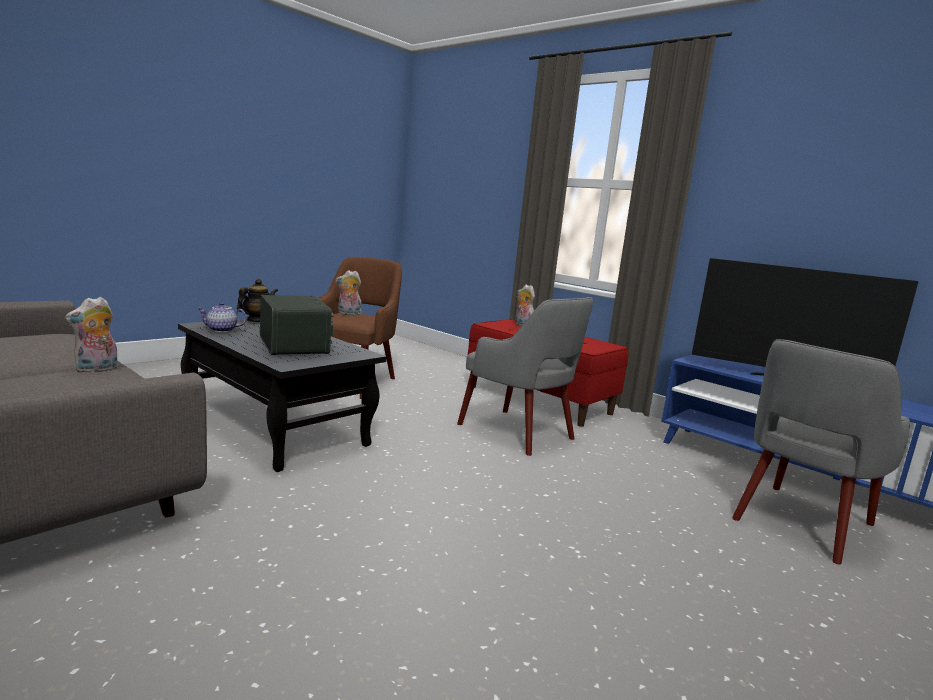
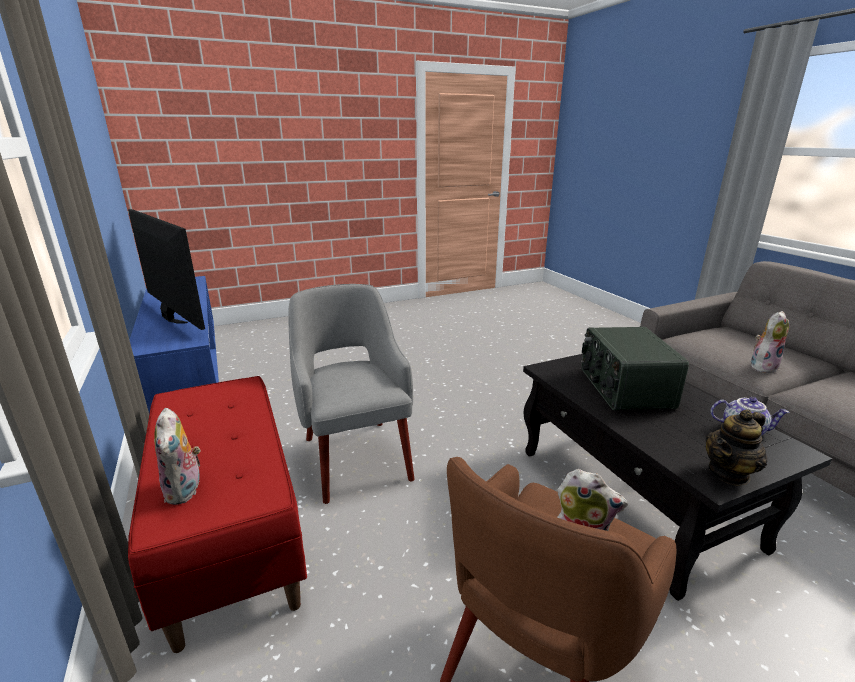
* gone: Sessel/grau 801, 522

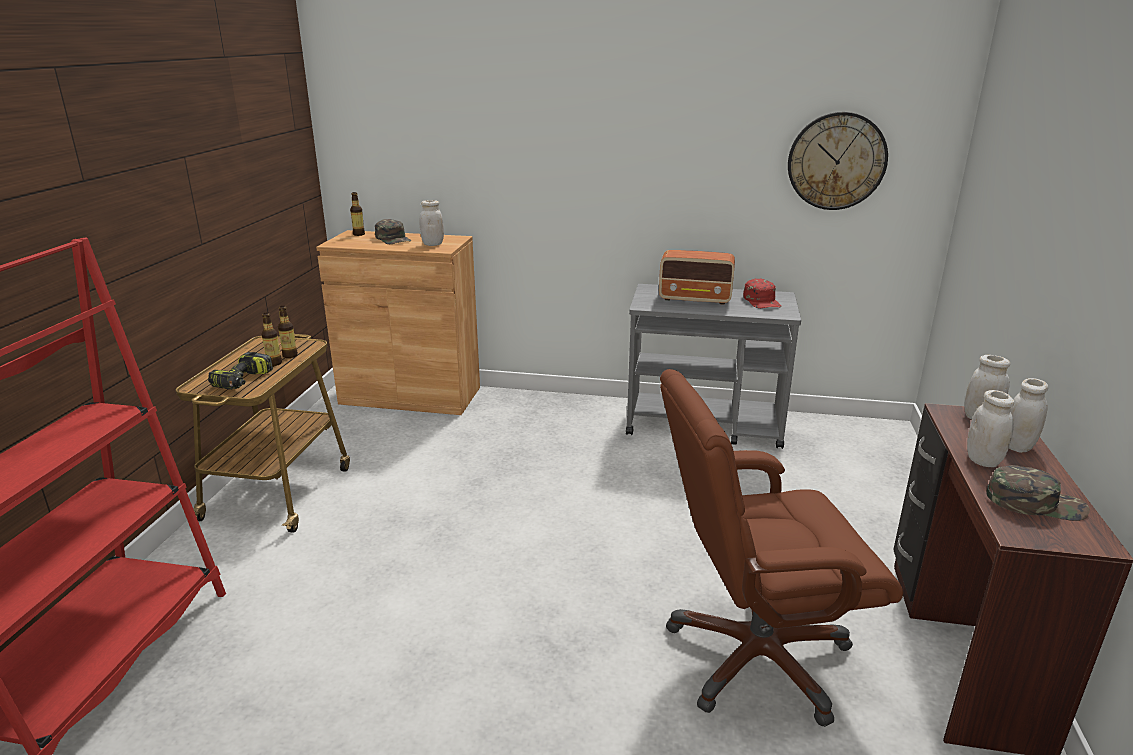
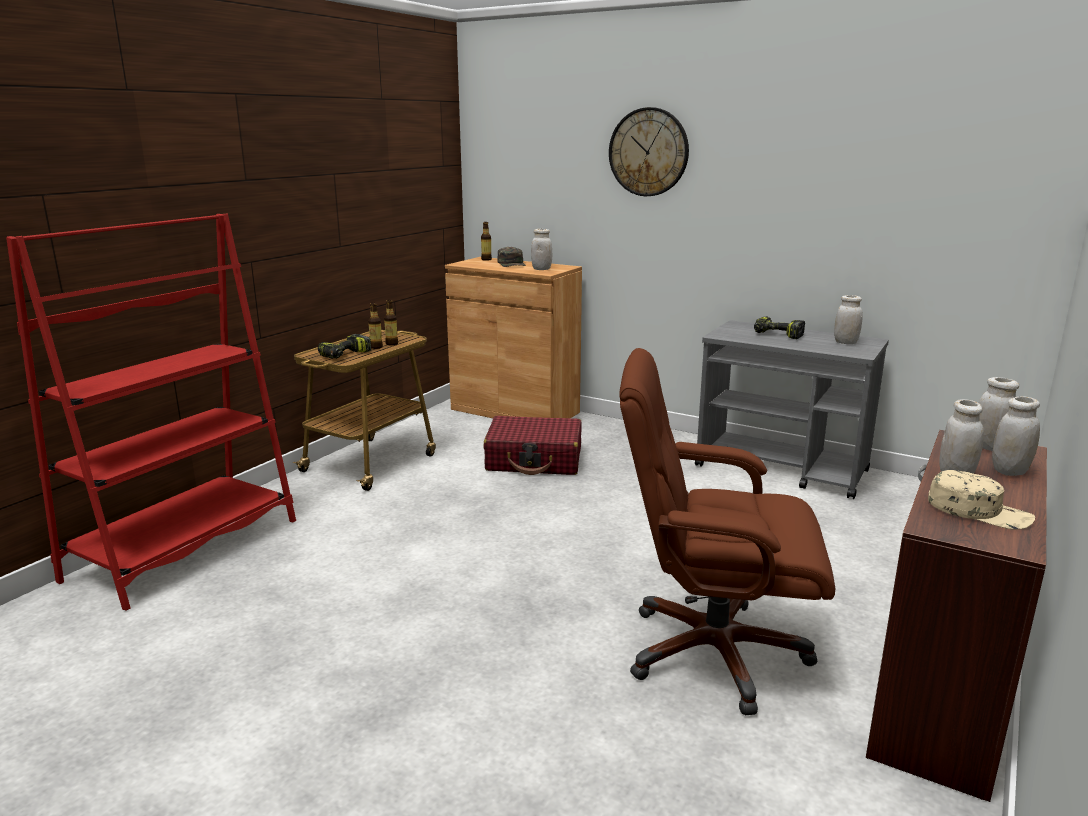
* new: Koffer/rot 534, 460
* shifted: Wanduhr 836, 161 to 648, 152
* swapped: Radio 696, 299 to Bohrmaschine 777, 335
* swapped: Kappe/rot 762, 301 to Vorratsglas/weiß 845, 342
* repainted: Kappe/grün 1035, 502 to Kappe/beige 979, 511

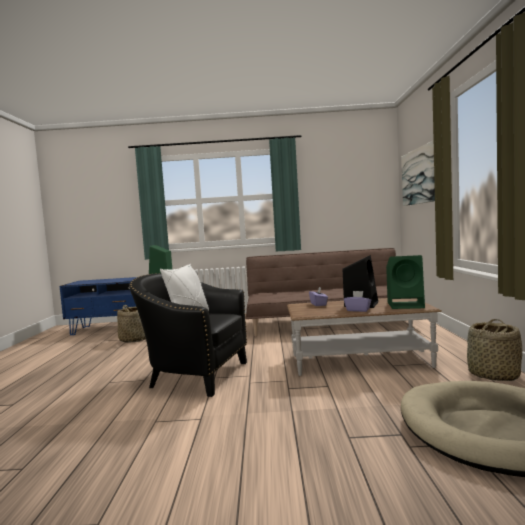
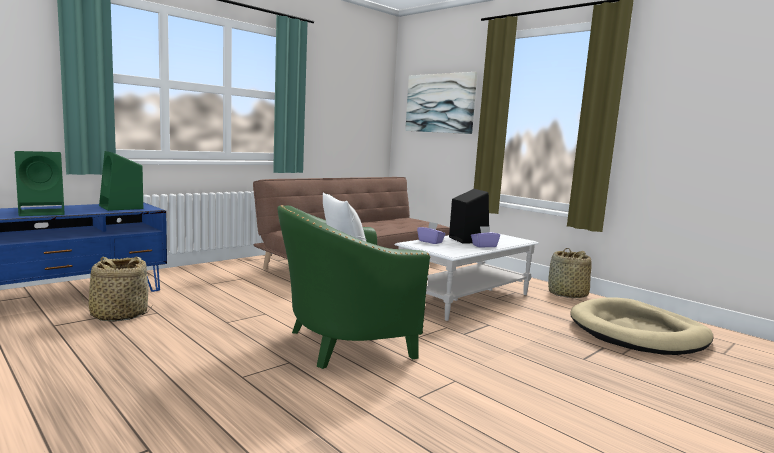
* shifted: Lautsprecher/grün 406, 305 to 43, 212
* repainted: Sessel/schwarz 193, 376 to Sessel/grün 342, 343
* repainted: Couchtisch/braun 359, 360 to Couchtisch/weiß 465, 298

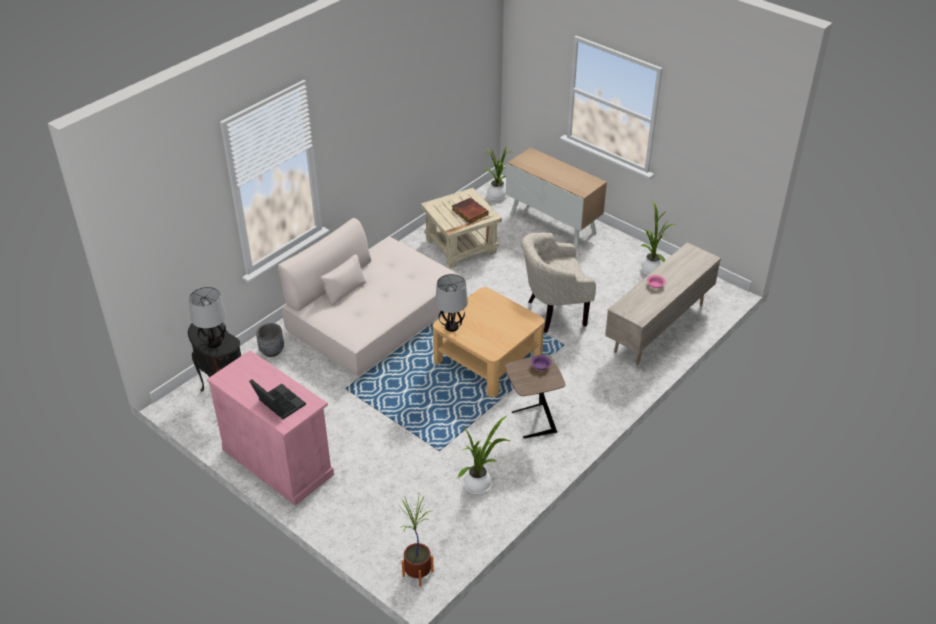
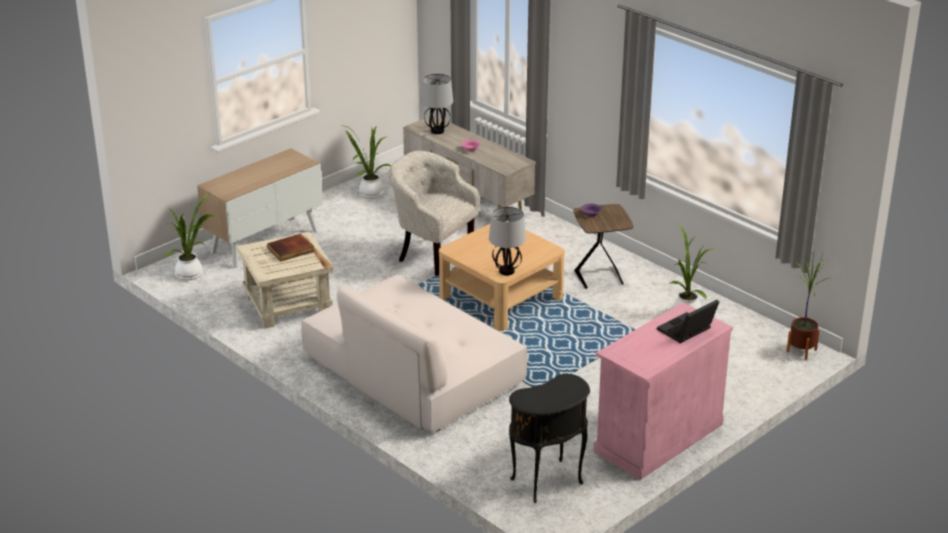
* rotated: Sessel/beige 553, 313 = 431, 254 135 degrees clockwise
* shifted: Tischlampe 214, 343 to 437, 131
* gone: Pflanzkübel/grau 272, 351

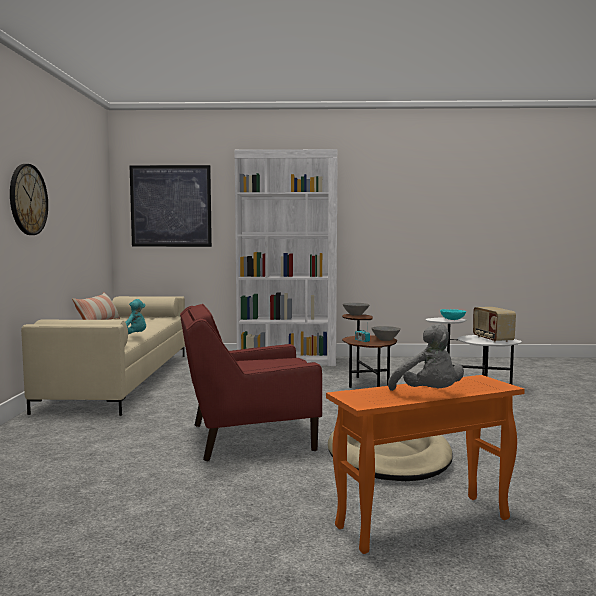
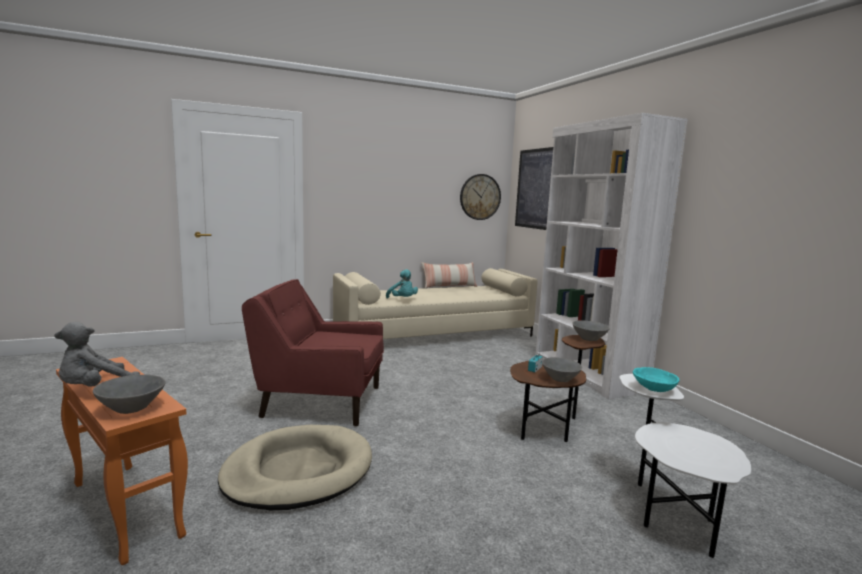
* new: Schüssel/grau 132, 409
* rotated: Sessel/rot 248, 438 = 320, 401 45 degrees counterclockwise
* shifted: Wanduhr 28, 199 to 480, 197
* gone: Radio 492, 339

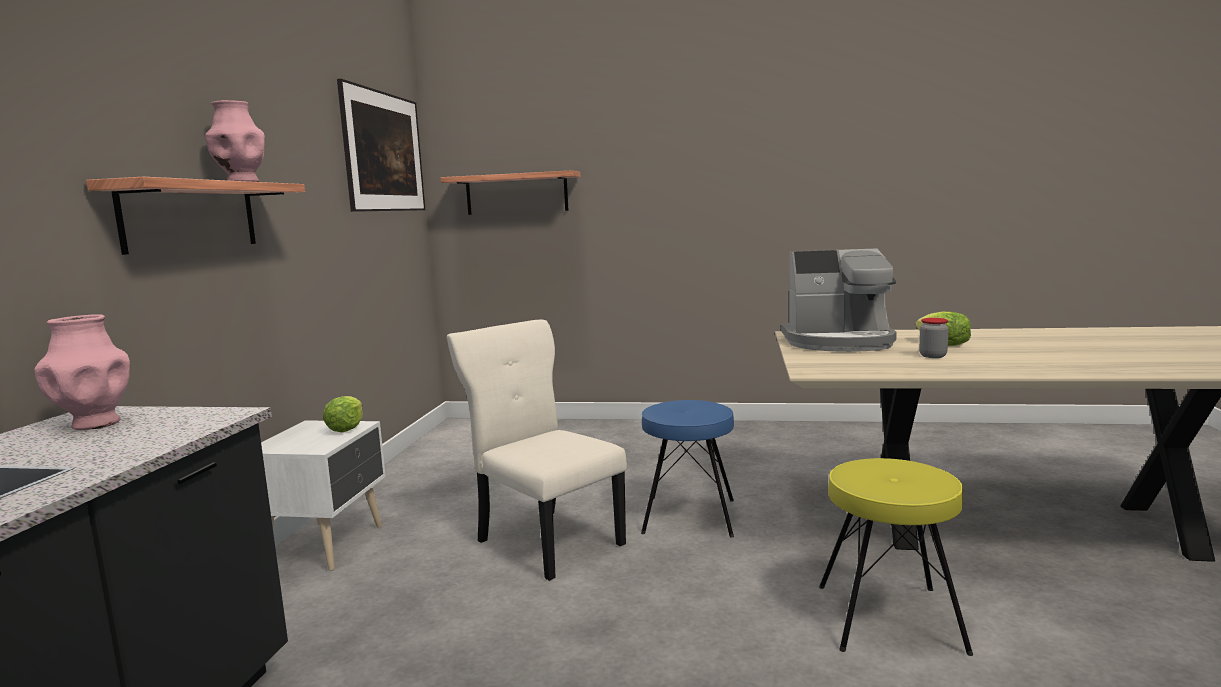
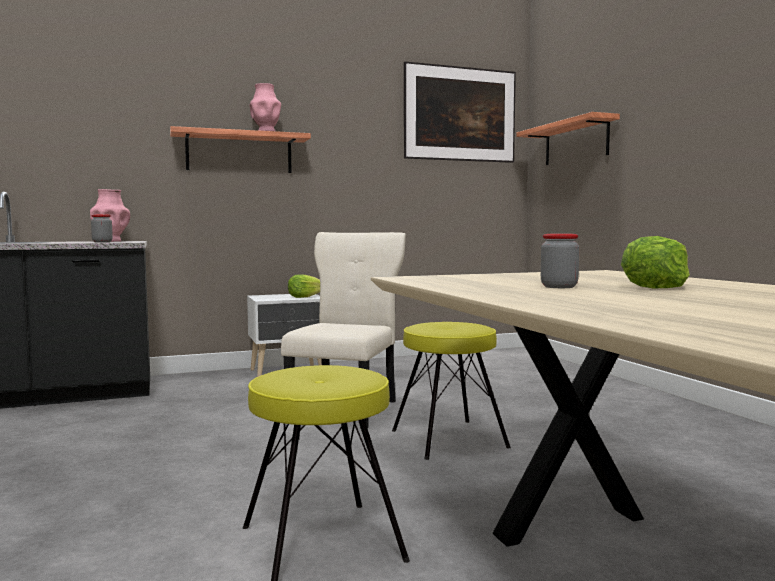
* new: Vorratsglas 102, 242
* repainted: Hocker/blau 688, 516 to Hocker/gelb 449, 438
* gone: Kaffeemaschine 839, 342

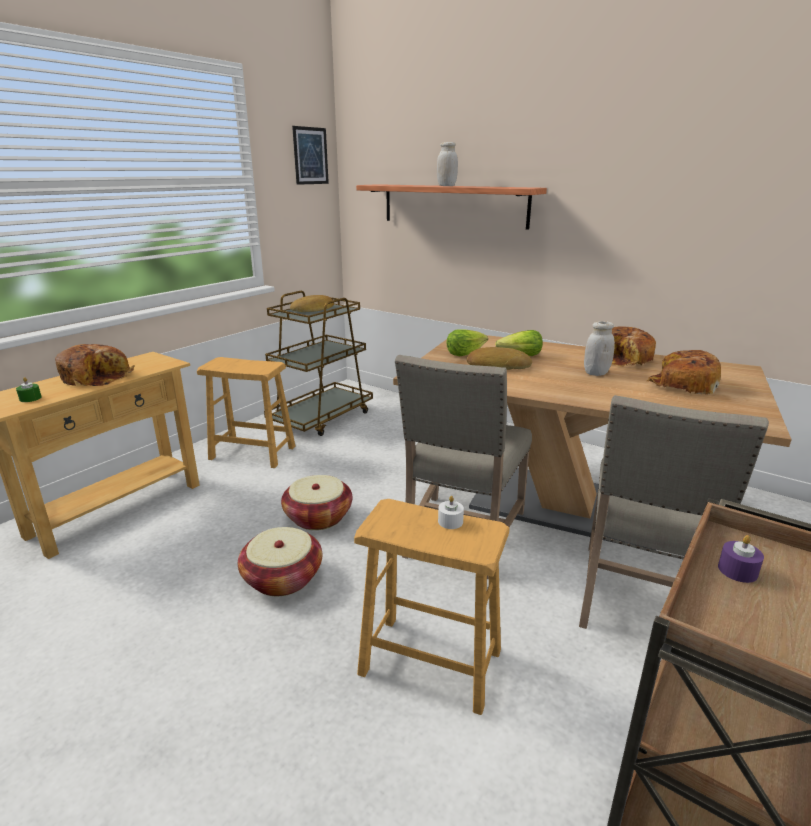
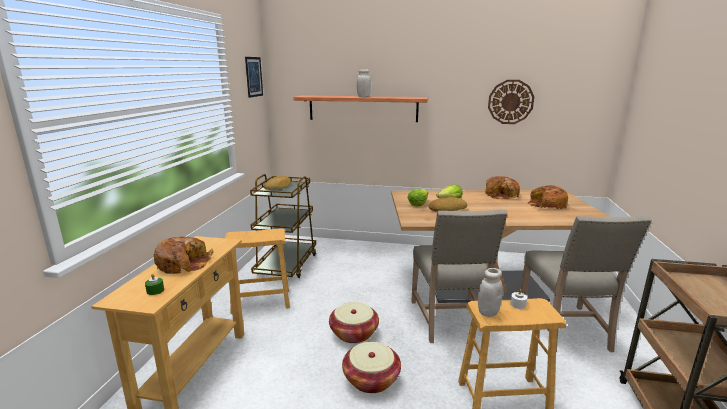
* shifted: Vorratsglas/weiß 596, 373 to 488, 312
* new: Wanduhr 510, 102
* gone: Kerze/lila 737, 570

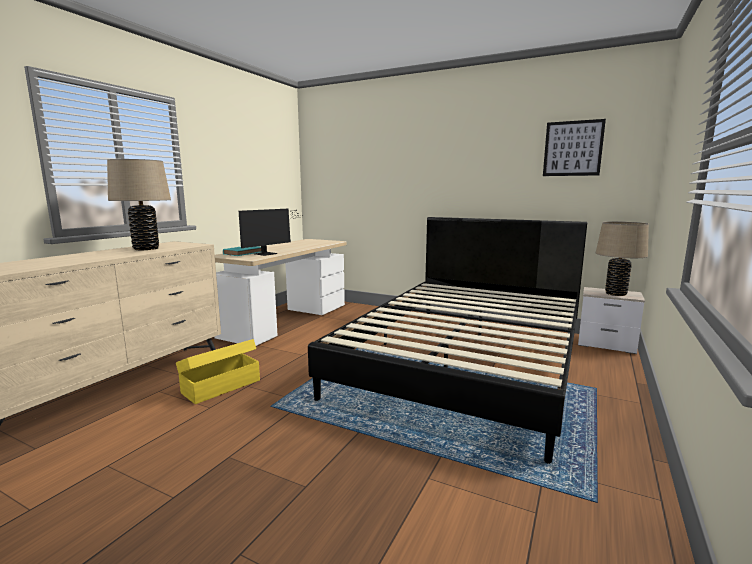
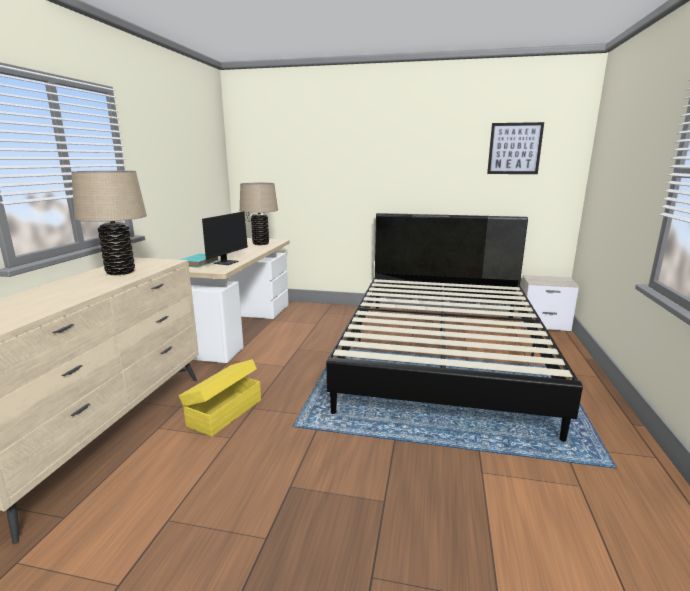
* shifted: Tischlampe/beige 615, 294 to 261, 243

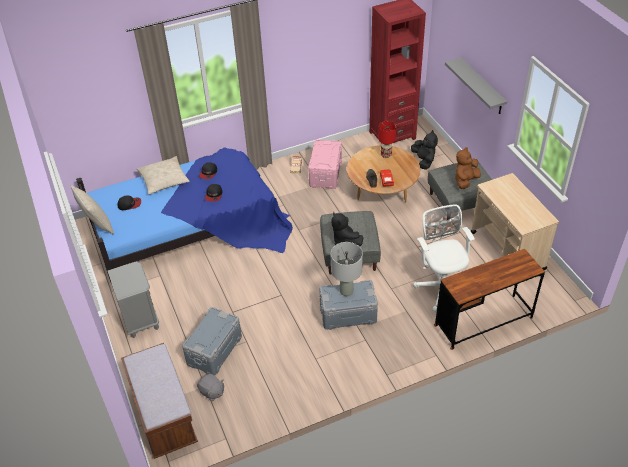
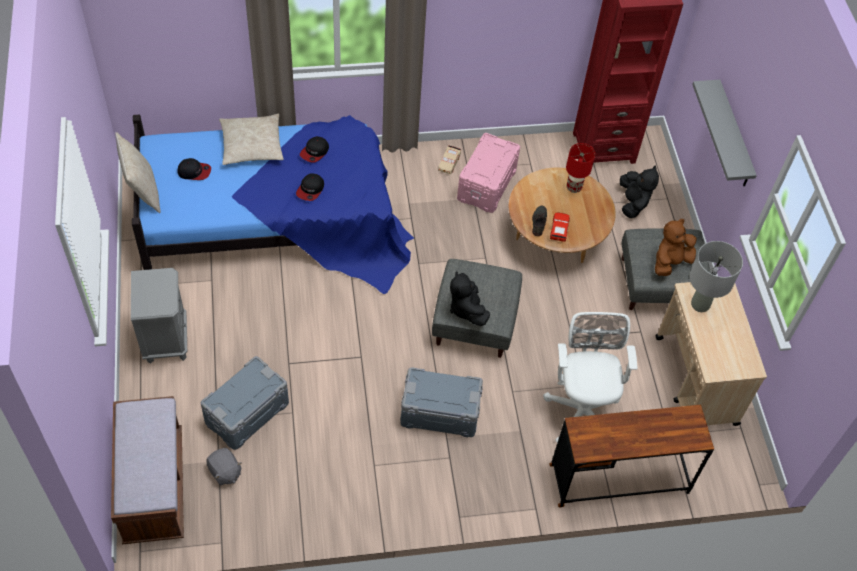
* shifted: Tischlampe/grau 346, 291 to 700, 304

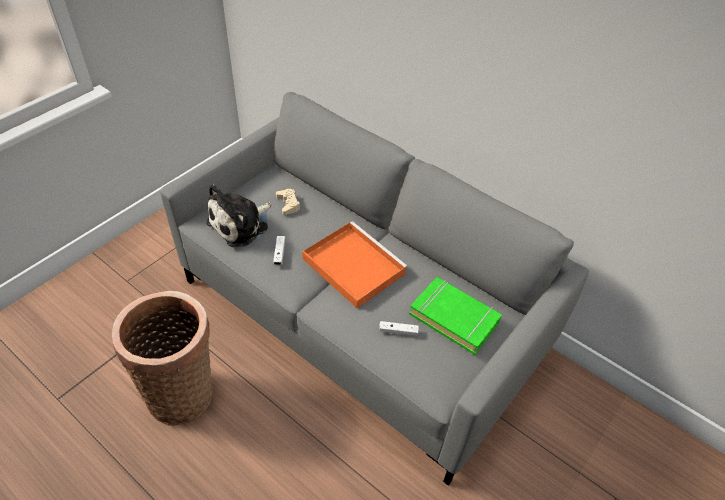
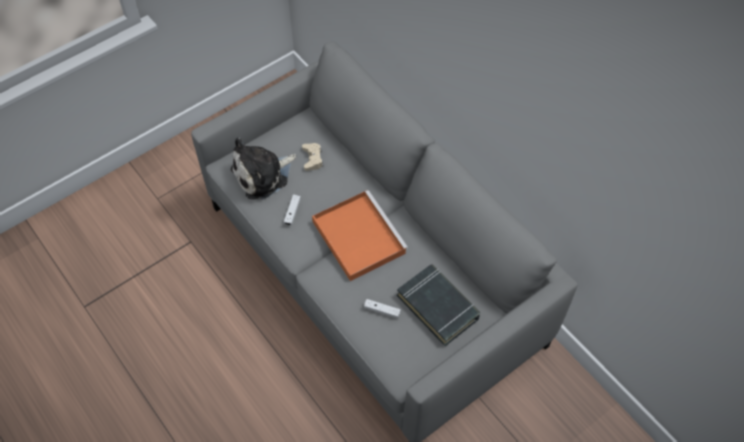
* repainted: Buch/grün 454, 318 to Buch/schwarz 438, 307
* gone: Korb 182, 391

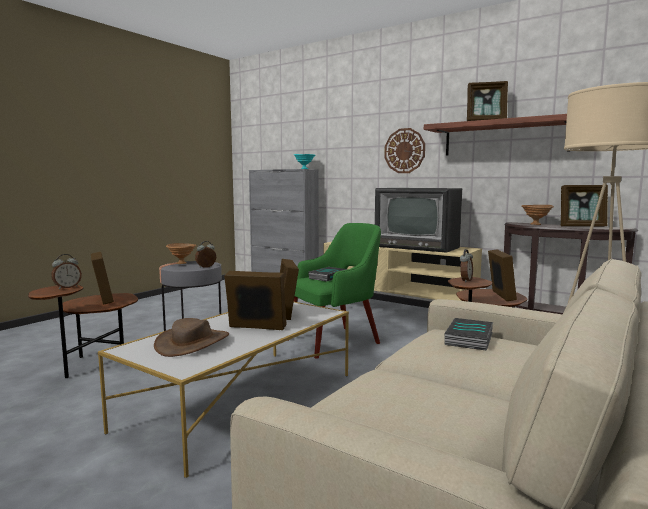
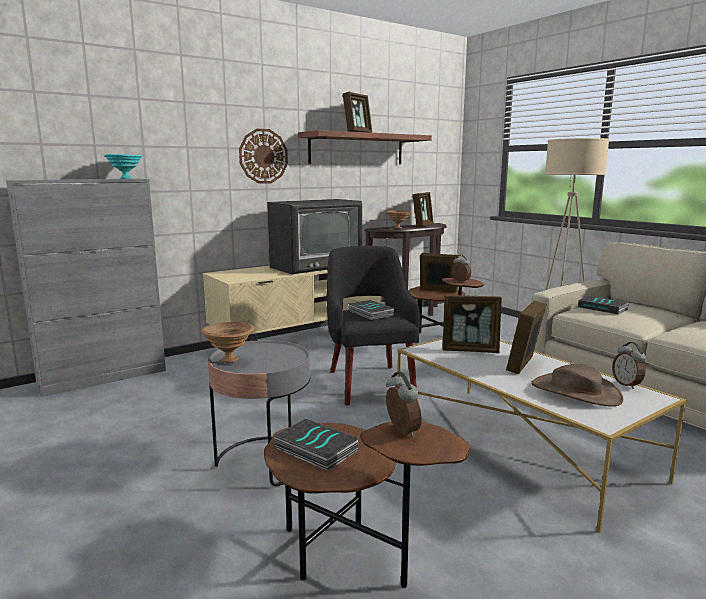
* swapped: Bilderrahmen 103, 299 to Buch 314, 449
* repainted: Sessel/grün 335, 341 to Sessel/schwarz 370, 383
* shifted: Wecker 206, 267 to 627, 384

